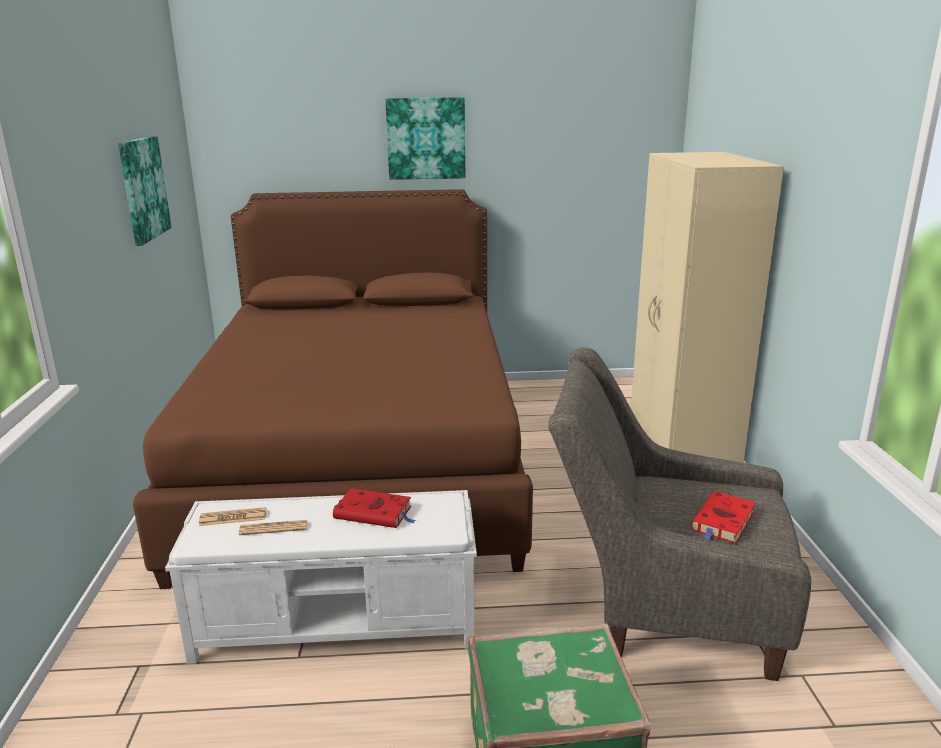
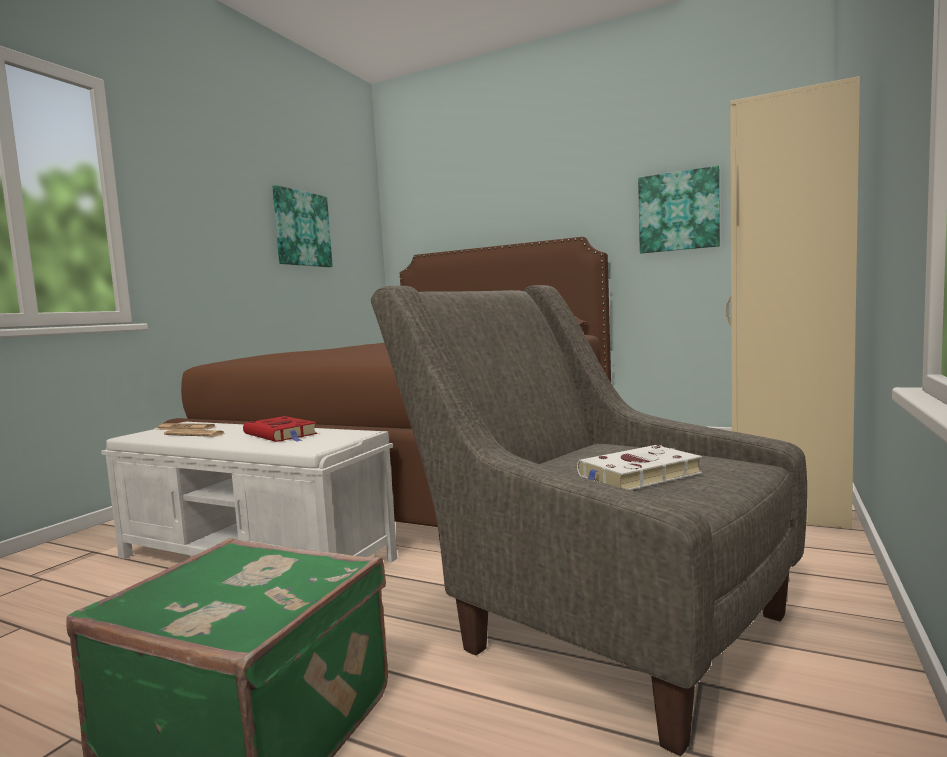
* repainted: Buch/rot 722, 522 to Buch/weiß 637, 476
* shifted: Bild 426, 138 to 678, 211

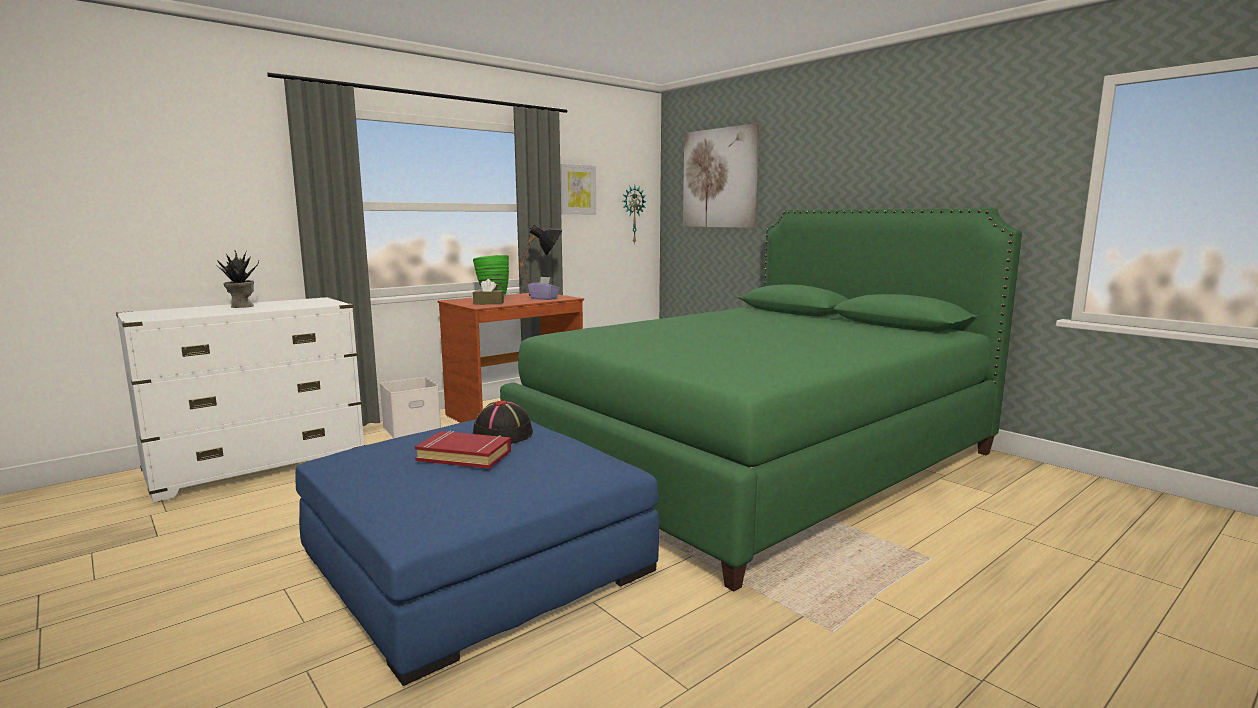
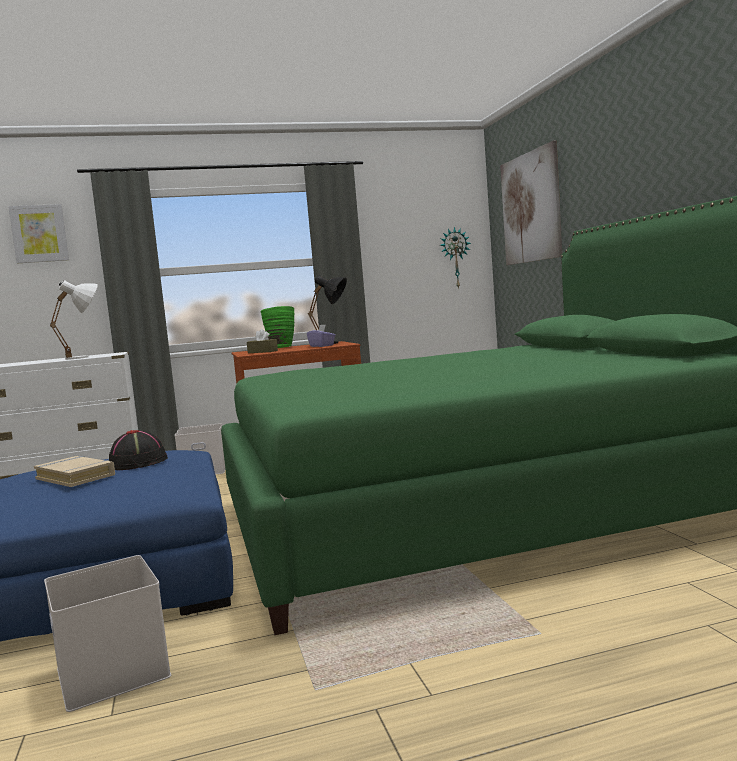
* shifted: Bild 577, 189 to 39, 233
* repainted: Buch/rot 465, 456 to Buch/beige 76, 477
* new: Aufbewahrungsbox/weiß 110, 671
* new: Tischlampe/weiß 86, 357
* gone: Topfpflanze 241, 306

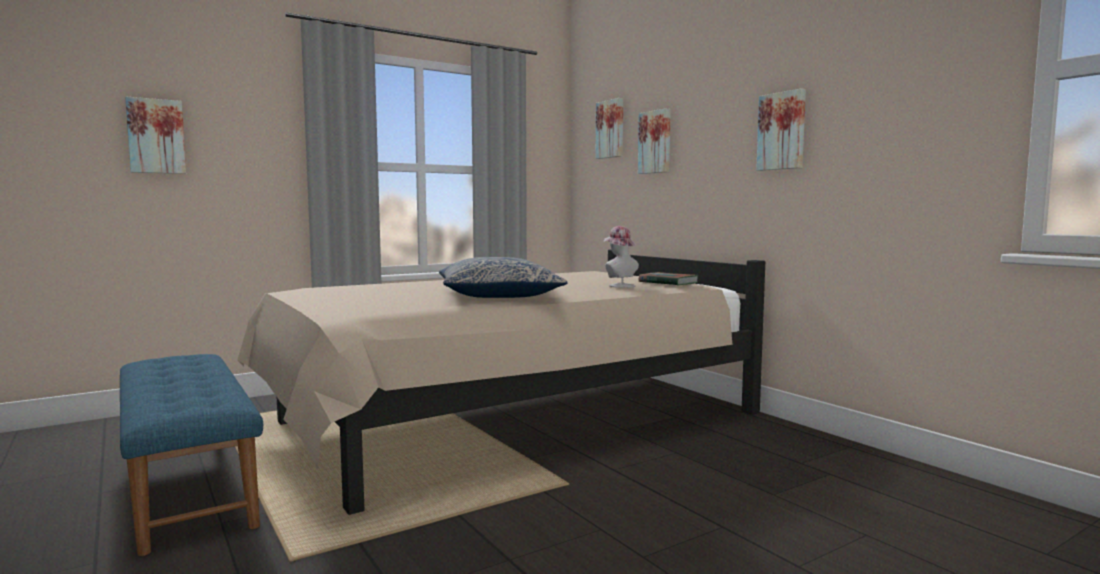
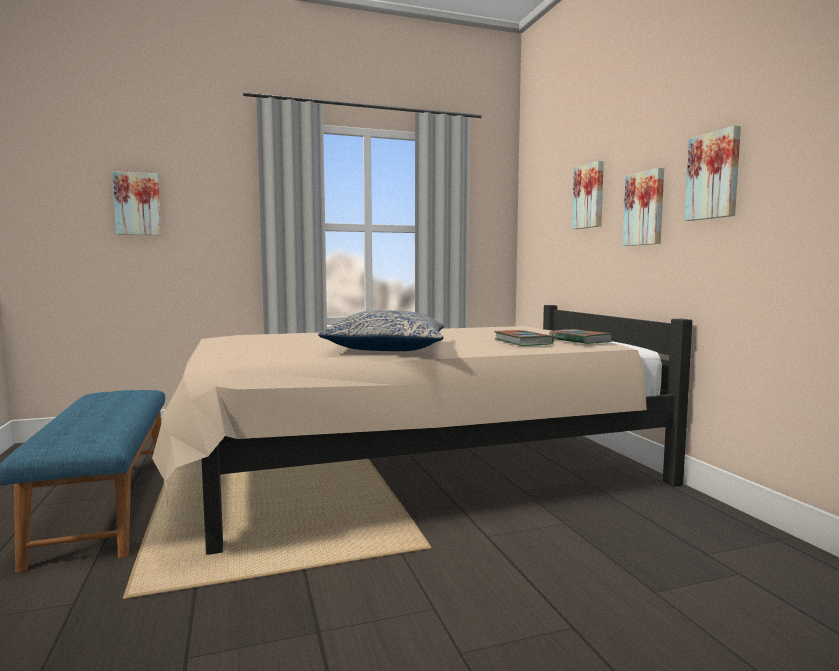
* swapped: Hut 619, 285 to Buch 523, 342
* shifted: Bild 611, 129 to 645, 208

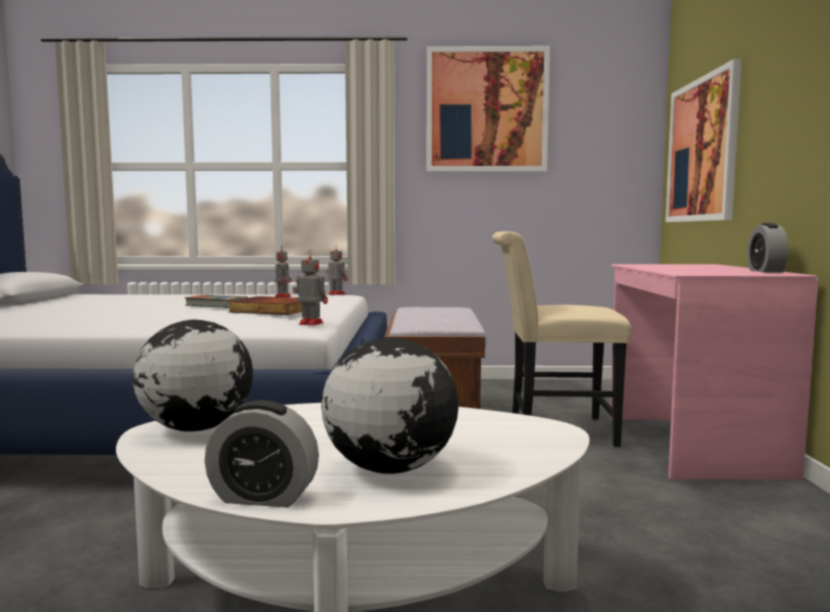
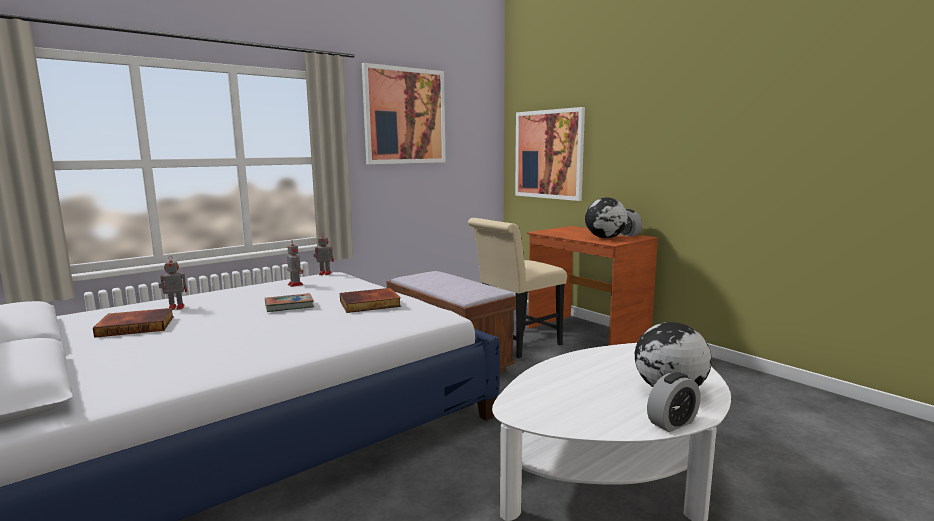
* new: Buch 137, 326
* shifted: Spielzeugroboter 310, 323 to 175, 307
* repainted: Schreibtisch/rosa 690, 444 to Schreibtisch/braun 586, 334
* shifted: Globus 195, 429 to 604, 238

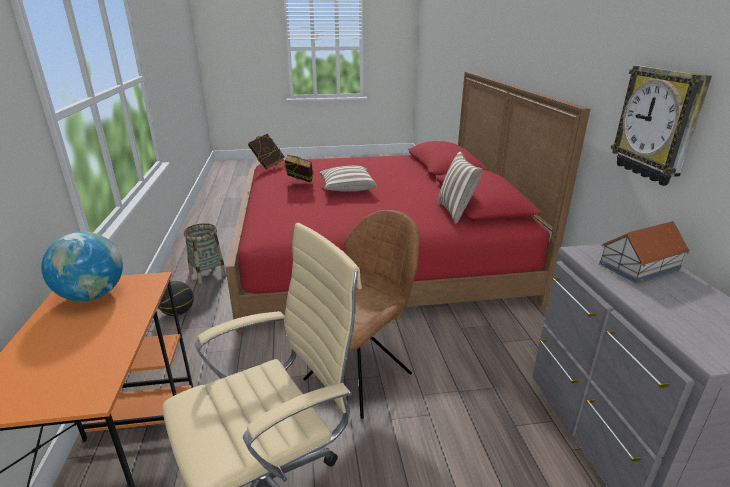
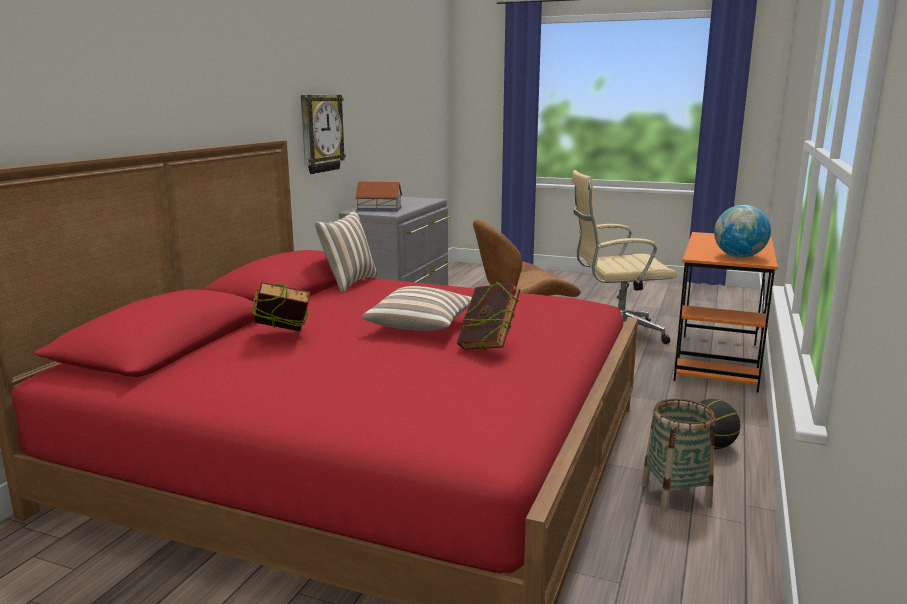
* shifted: Buch 267, 166 to 283, 338

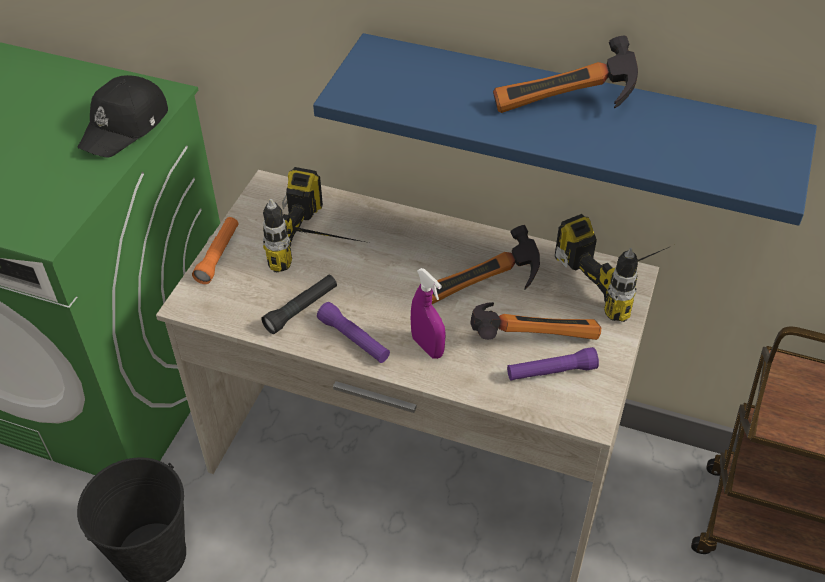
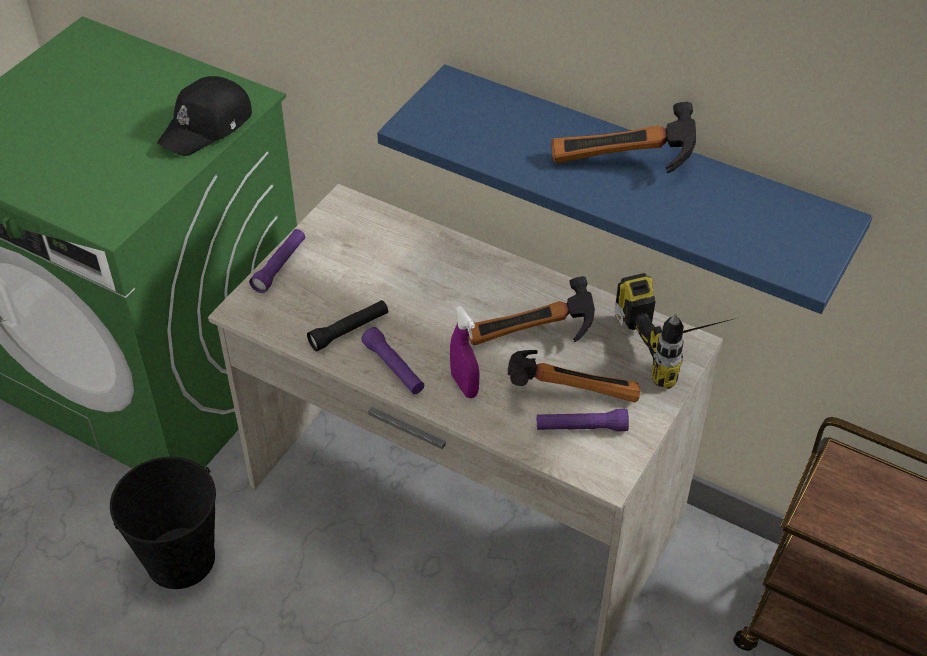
* repainted: Taschenlampe/orange 218, 255 to Taschenlampe/lila 280, 266
* gone: Bohrmaschine 325, 247

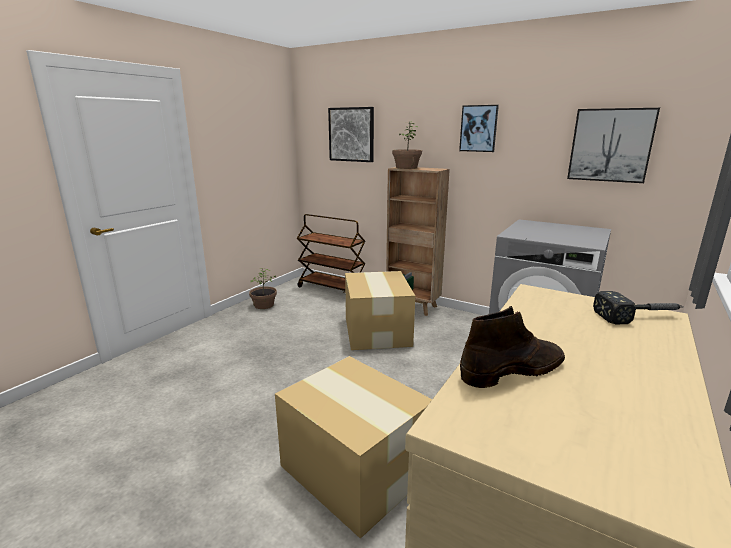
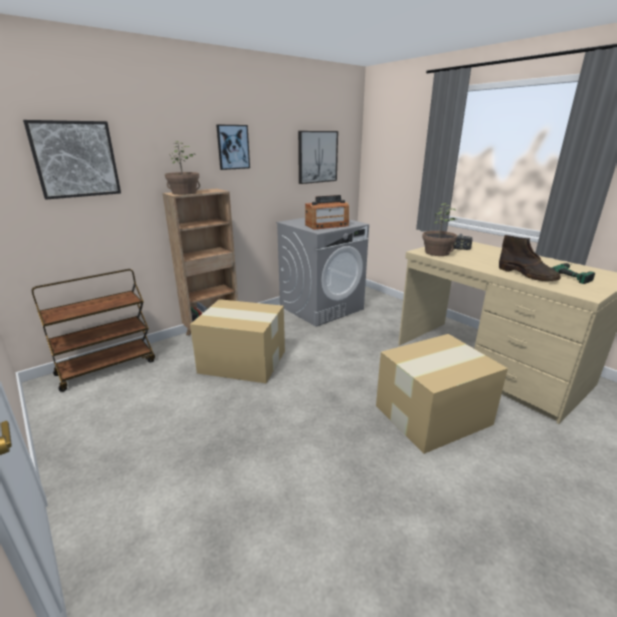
* new: Radio 327, 225
* shifted: Topfpflanze 264, 305 to 436, 253
* rotated: Stiefel/braun 513, 370 = 527, 275 150 degrees clockwise
* new: Bohrmaschine 574, 275

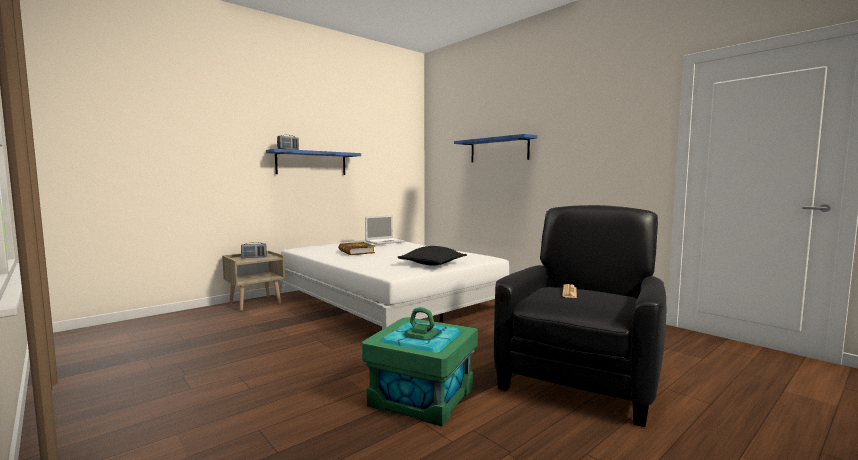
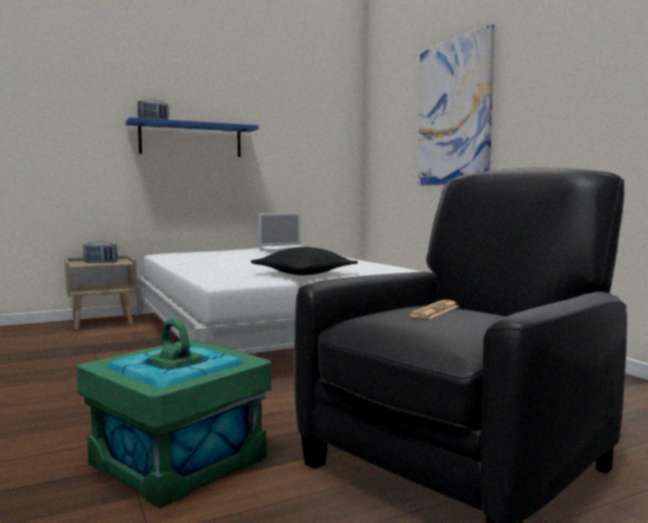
* swapped: Wandregal/blau 499, 150 to Bild 454, 112
* gone: Buch 356, 252

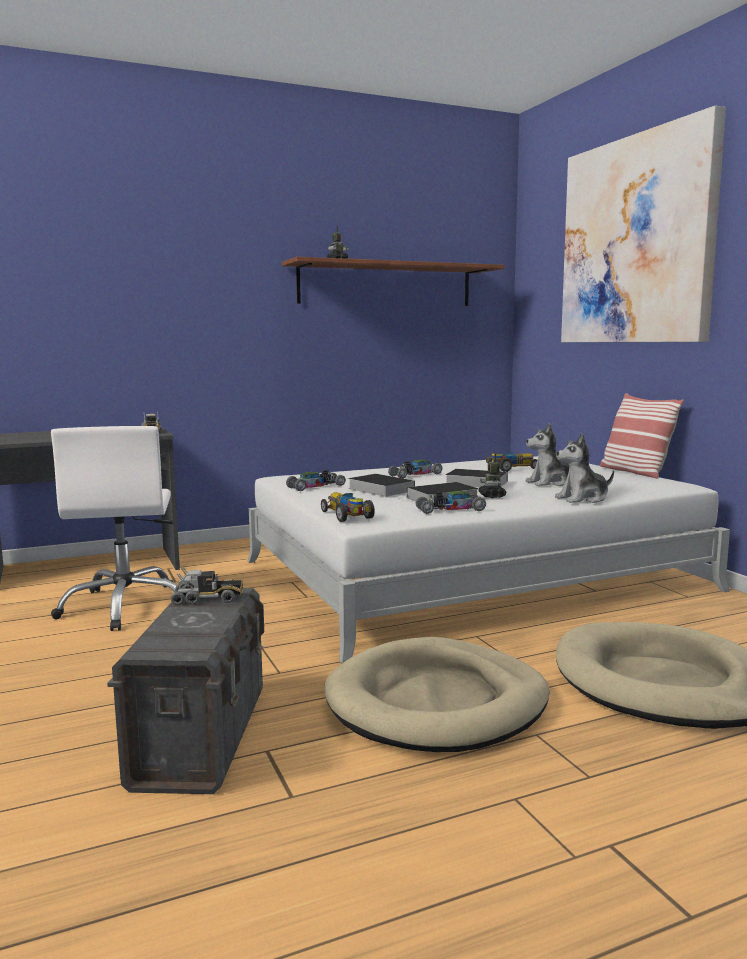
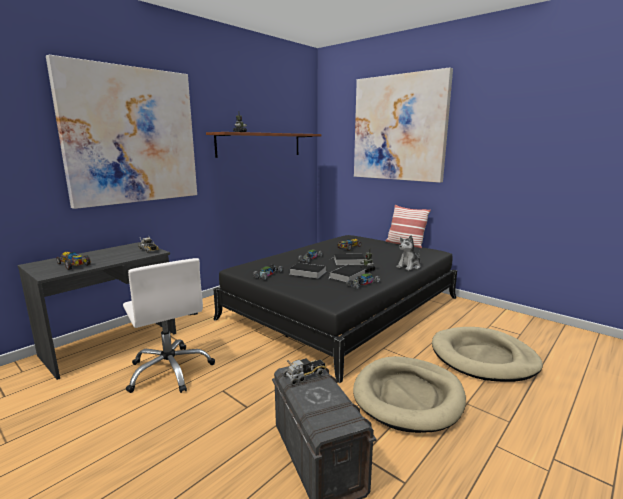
* new: Bild 131, 136
* shifted: Spielzeugauto 347, 516 to 74, 265
* repainted: Bett/weiß 471, 575 to Bett/schwarz 342, 308
* gone: Plüschtier 551, 483

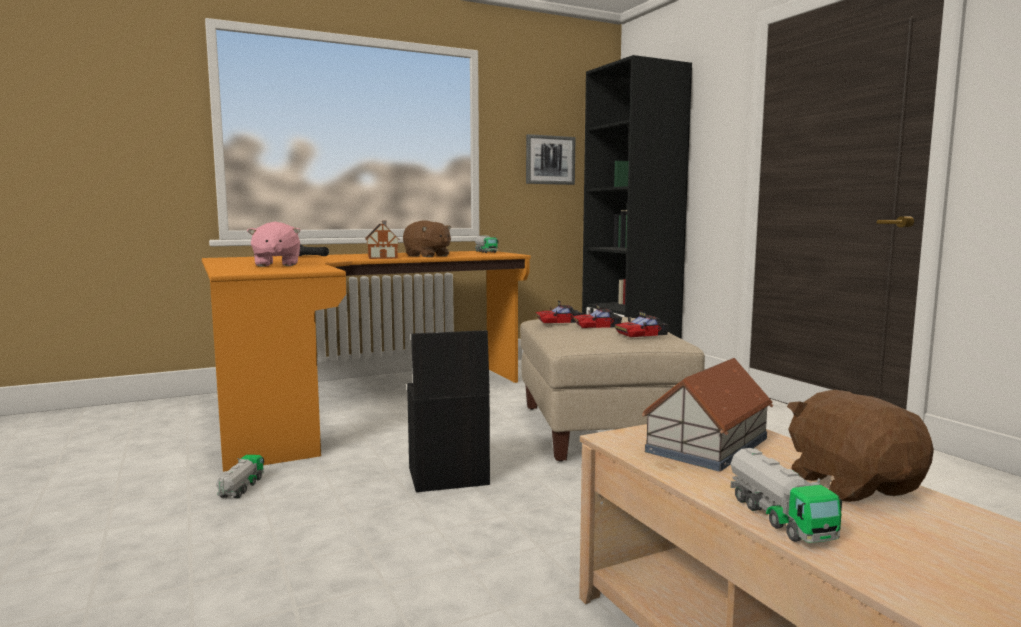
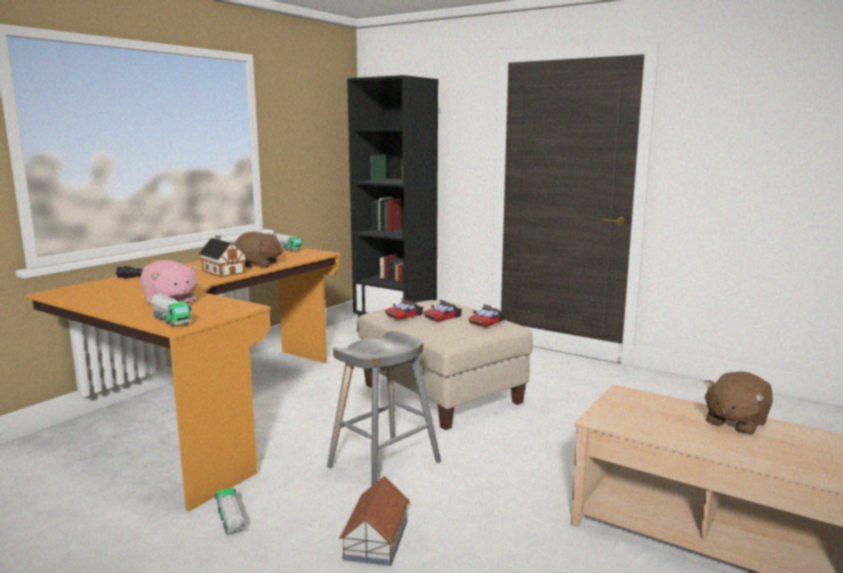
* shifted: Spielzeuglaster 778, 517 to 171, 320
* swapped: Aufbewahrungsbox/schwarz 446, 477 to Hocker/grau 384, 464
* shifted: Spielzeughaus 706, 445 to 375, 540
* rotated: Plüschtier/braun 852, 485 = 735, 422 90 degrees counterclockwise
* gone: Bild 550, 160

